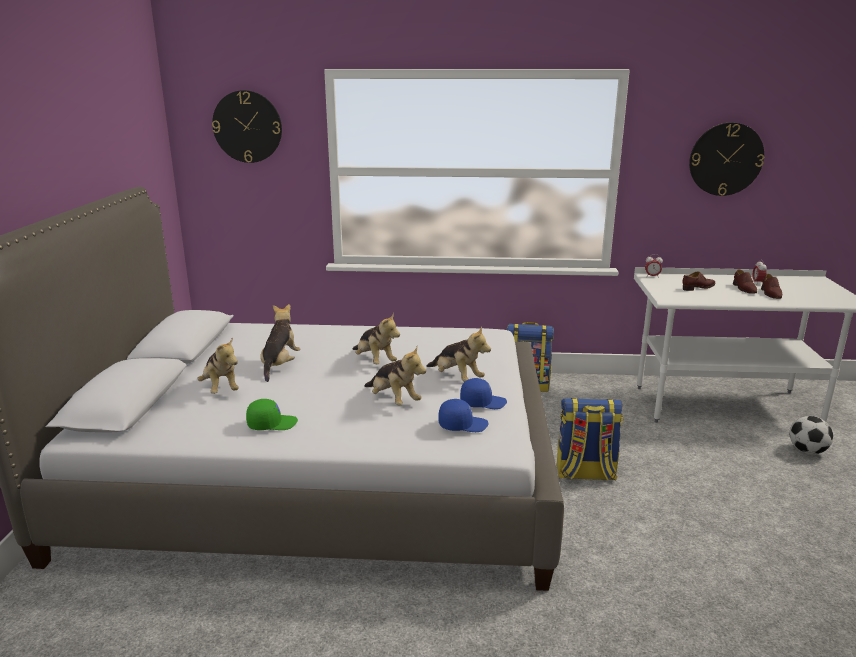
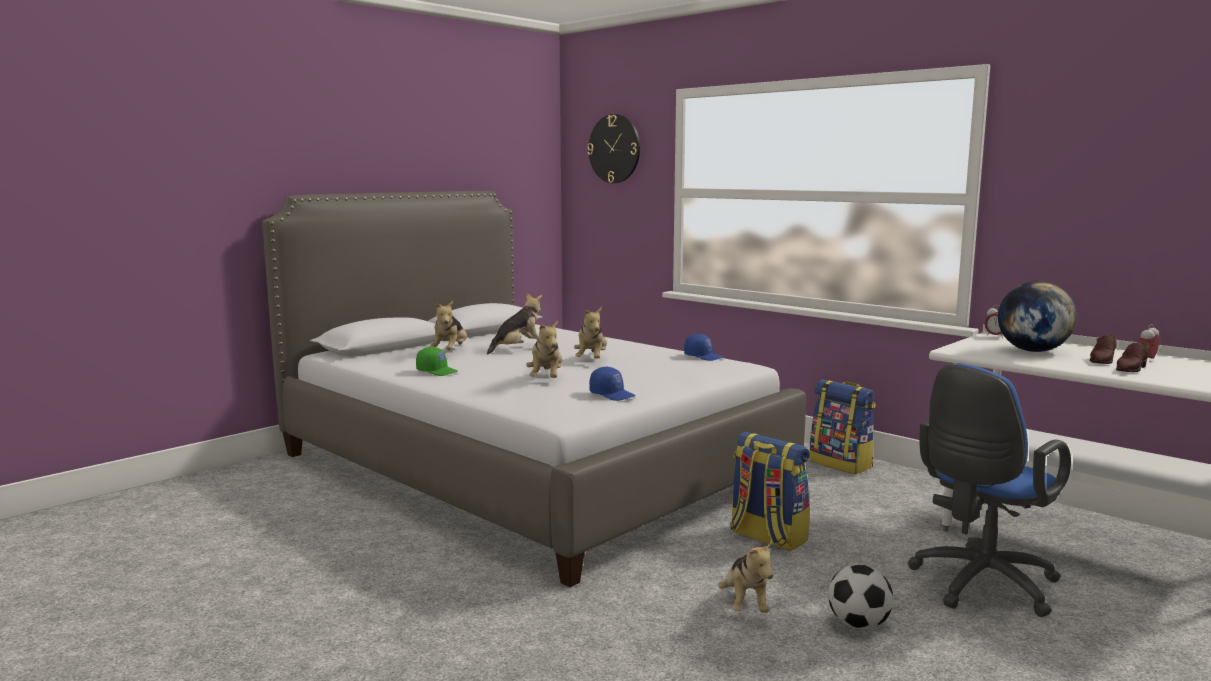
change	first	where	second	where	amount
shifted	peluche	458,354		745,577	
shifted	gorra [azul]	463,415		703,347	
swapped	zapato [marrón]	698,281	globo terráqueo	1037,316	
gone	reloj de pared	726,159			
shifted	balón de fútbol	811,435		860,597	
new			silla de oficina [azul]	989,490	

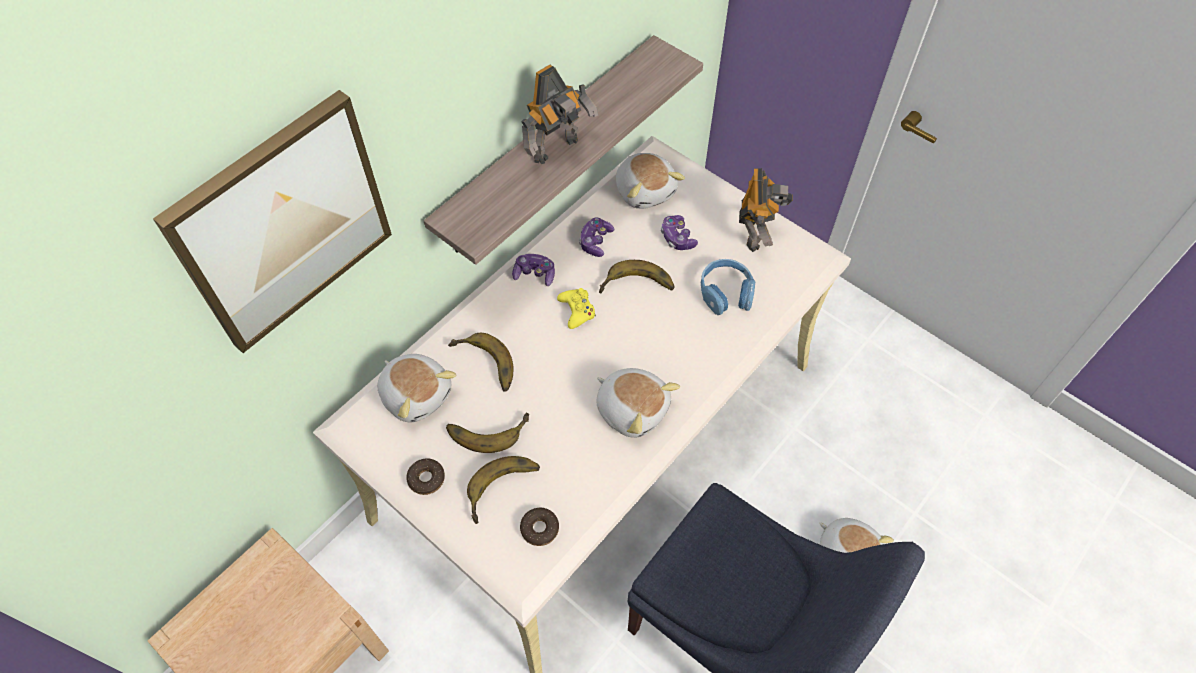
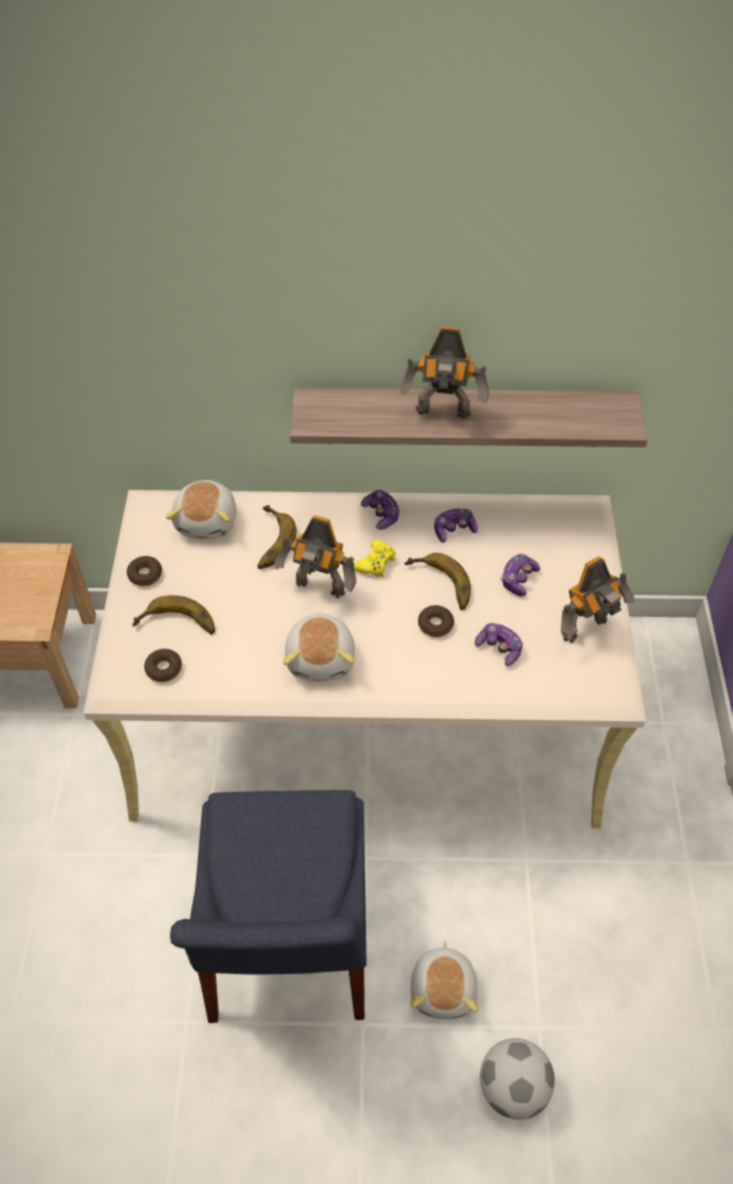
change	first	where	second	where	amount
gone	cuadro	272,221			
gone	plátano	487,433			
gone	peluche	650,181			
swapped	auriculares [azul]	728,287	mando de consola	499,644	
new			robot de juguete	316,556	
new			rosquilla	436,621	
new			balón de fútbol	517,1079	

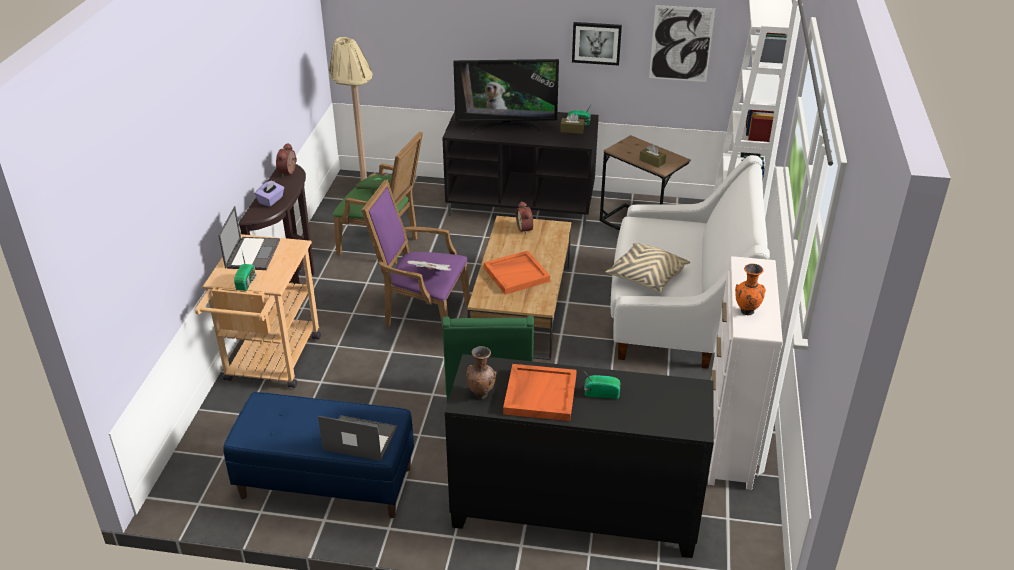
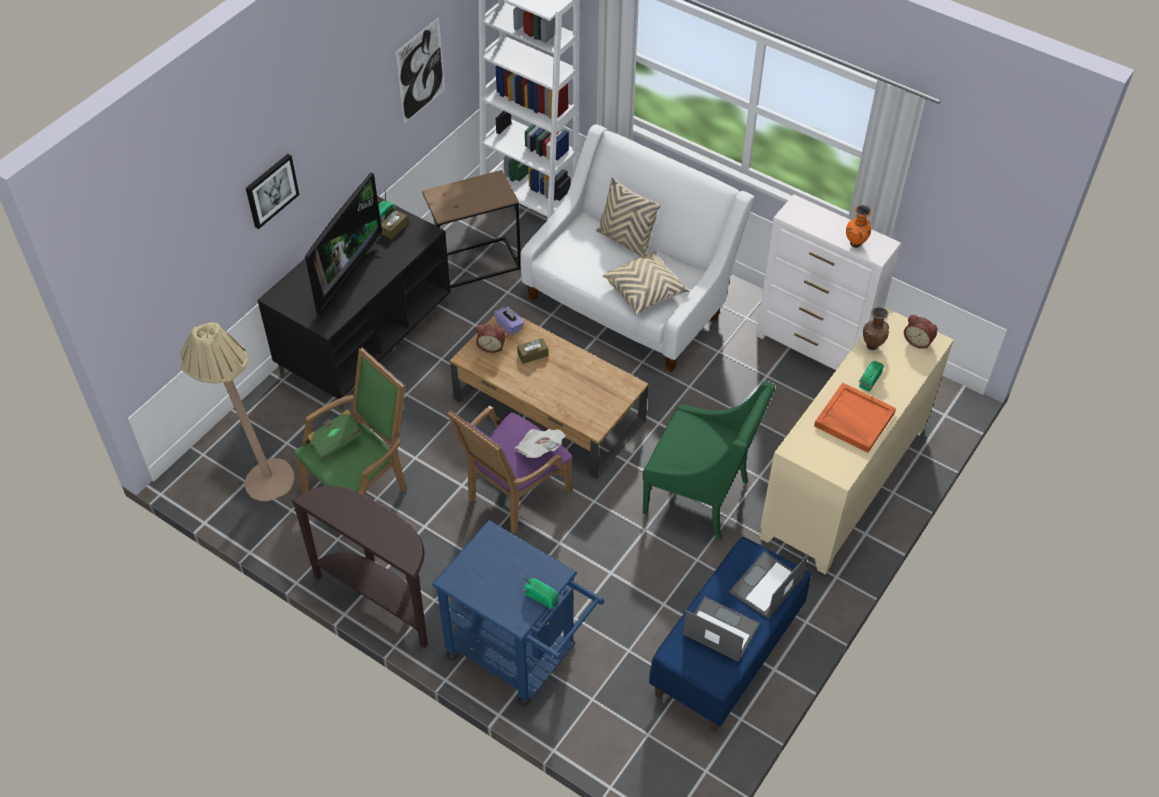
change	first	where	second	where	amount
repainted	carrito [beis]	258,311	carrito [azul]	518,613	
shifted	portátil	249,238		721,629	
shifted	caja de pañuelos [morado]	269,194		509,321	
shifted	despertador	286,160		920,332	
repainted	armario [negro]	579,456	armario [beis]	857,441	
shifted	florero [marrón]	481,372		876,328	
gone	bandeja [naranja]	517,273			
shifted	cuadro	597,44		272,191	
shifted	caja de pañuelos [marrón]	652,156		532,351	
new			cojín [beis]	628,217	

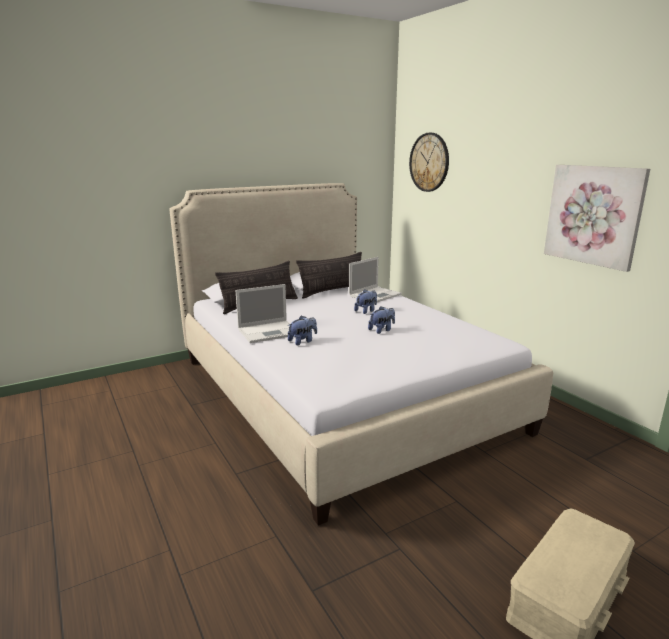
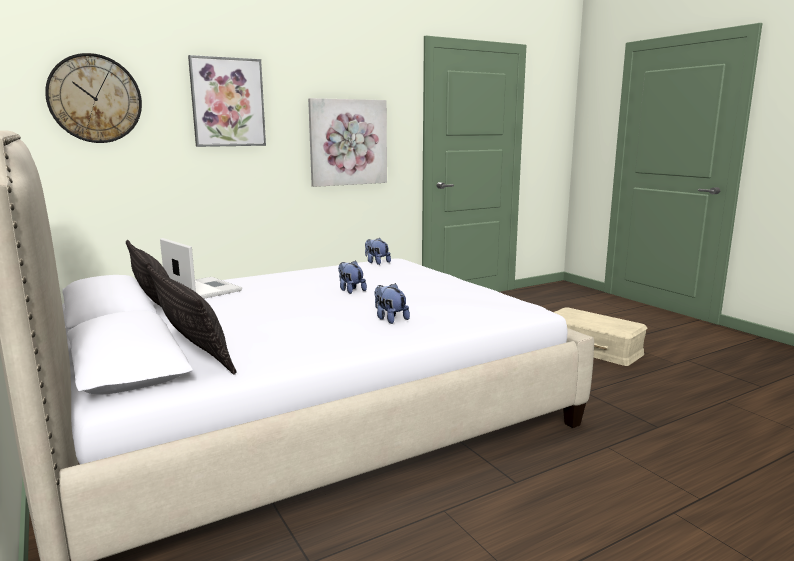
change	first	where	second	where	amount
gone	portátil	263,313			
shifted	peluche	365,301		378,251	
new			cuadro	227,101	

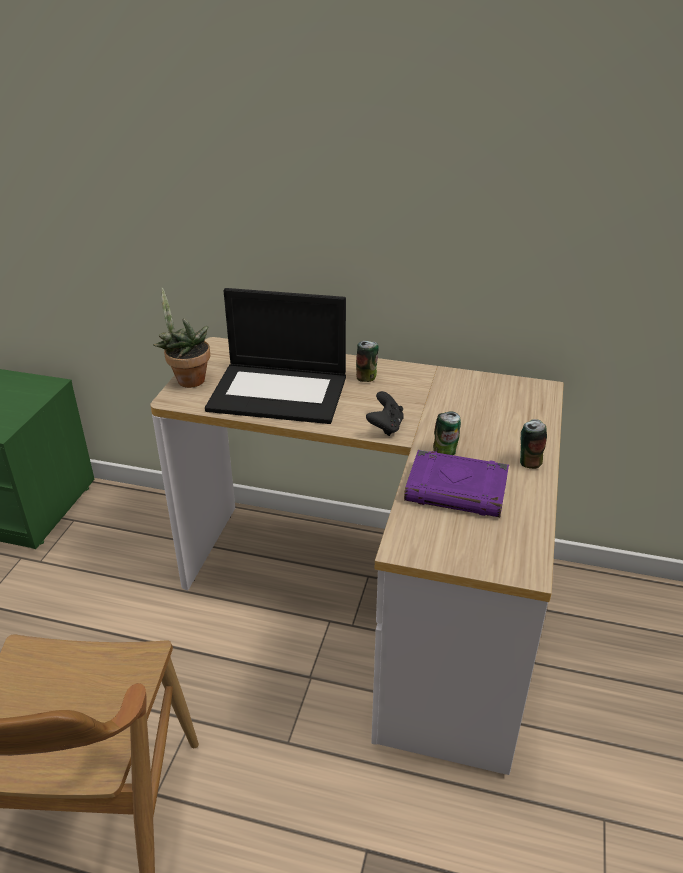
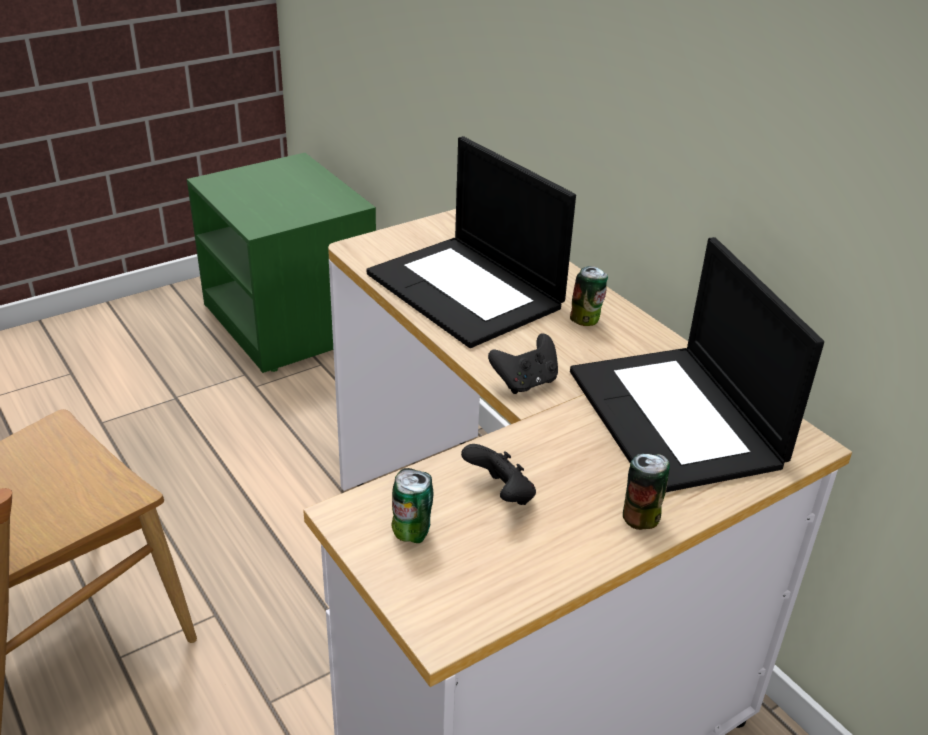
change	first	where	second	where	amount
gone	planta en maceta	181,338			
swapped	libro [morado]	456,483	mando de consola [negro]	498,474	
shifted	lata	447,433		412,505	
new			portátil	697,364	

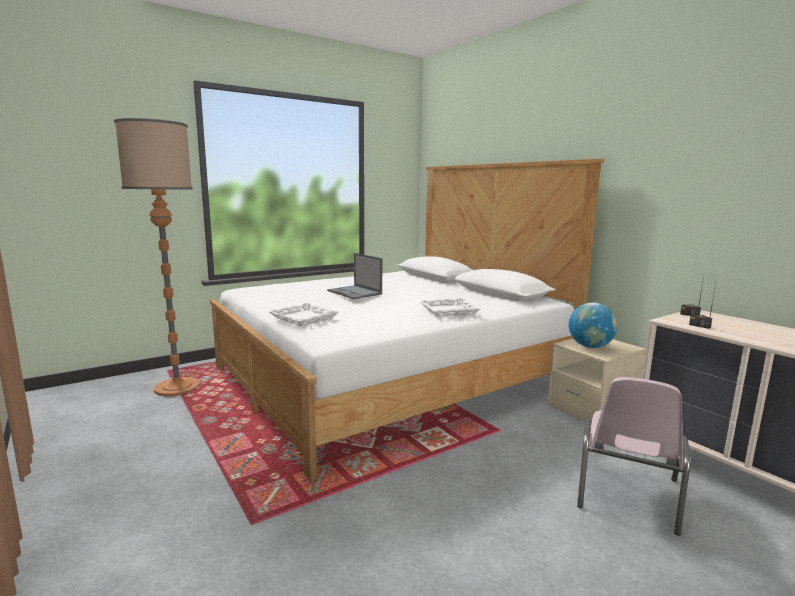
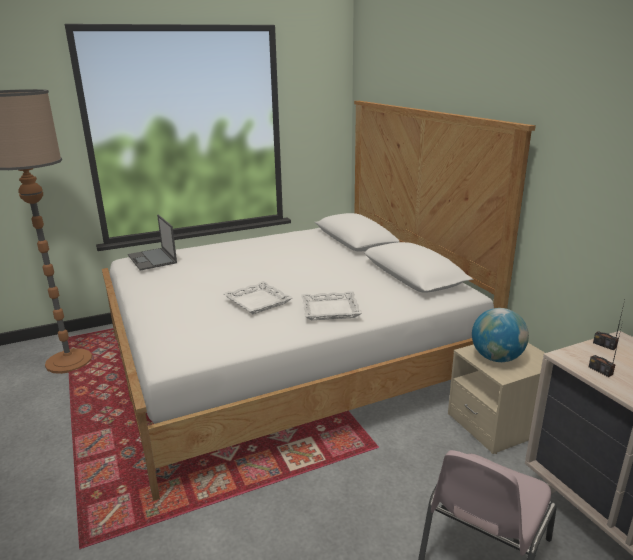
change	first	where	second	where	amount
shifted	bandeja [blanco]	303,314		258,297	
shifted	portátil	354,276		152,242	

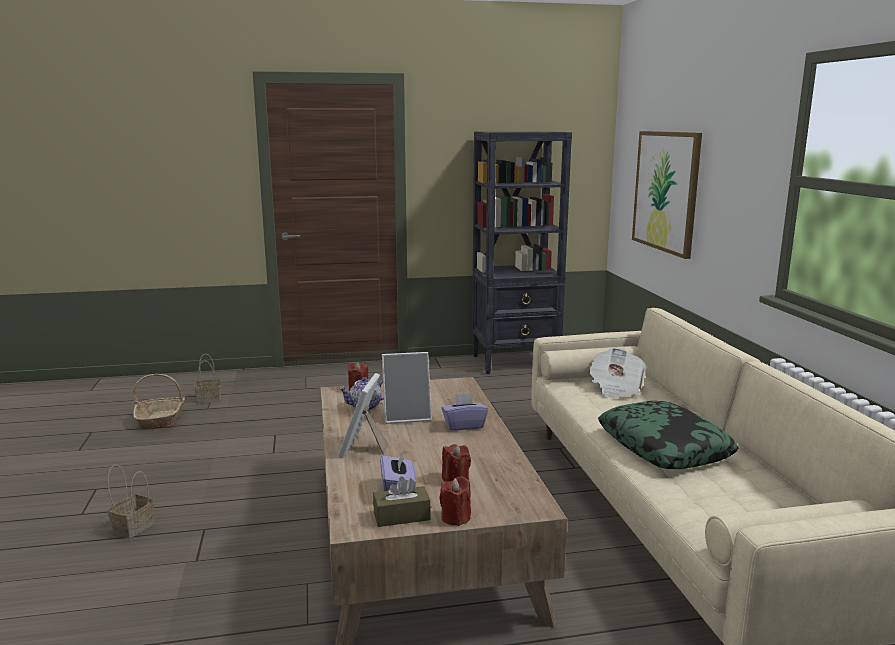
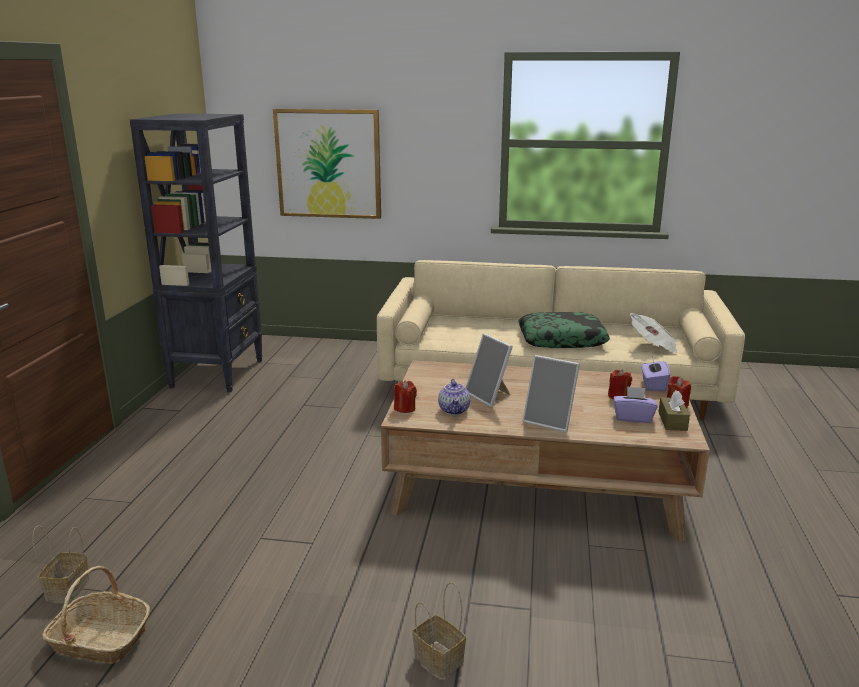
change	first	where	second	where	amount
rotated	portarretratos	407,388		489,370	135 degrees clockwise
shifted	caja de pañuelos [morado]	464,412		655,373	
shifted	periódico	618,373		653,333	

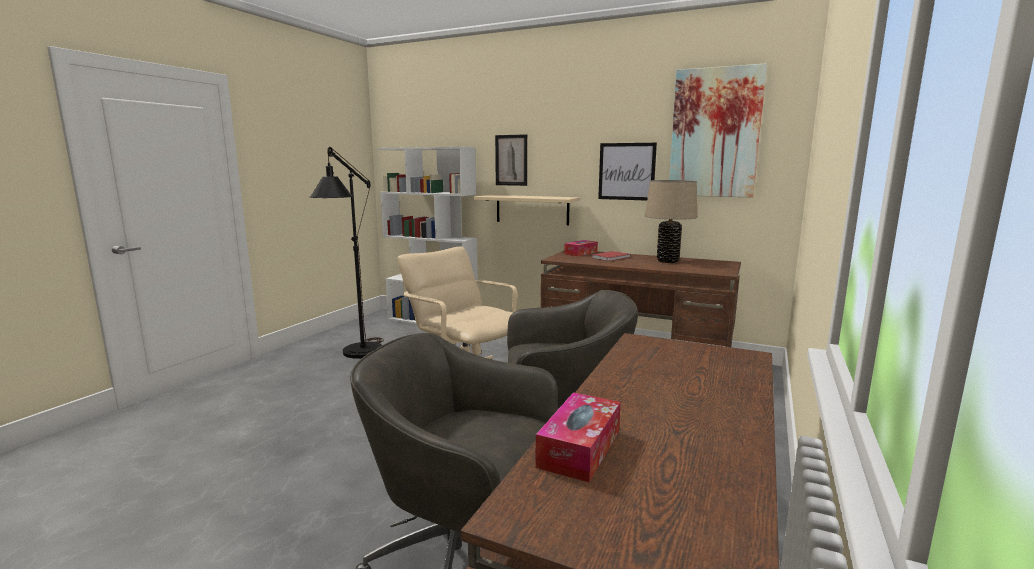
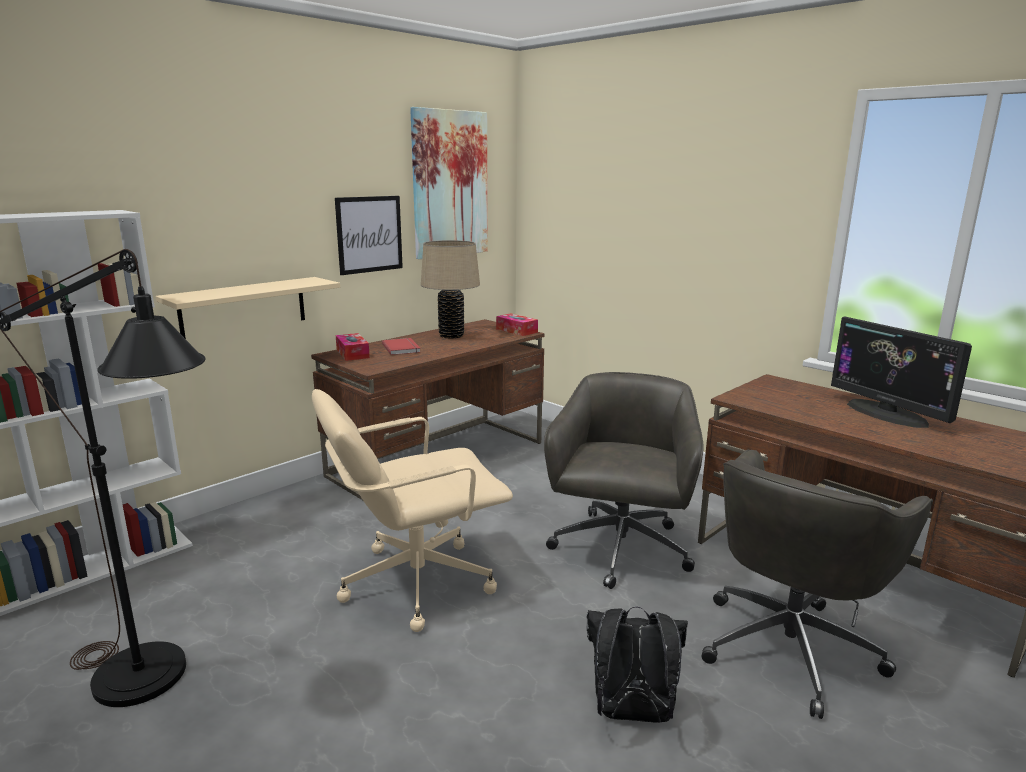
change	first	where	second	where	amount
gone	cuadro	511,160			
shifted	caja de pañuelos	578,437		517,324	
new			mochila [negro]	637,664	
new			monitor	901,372	

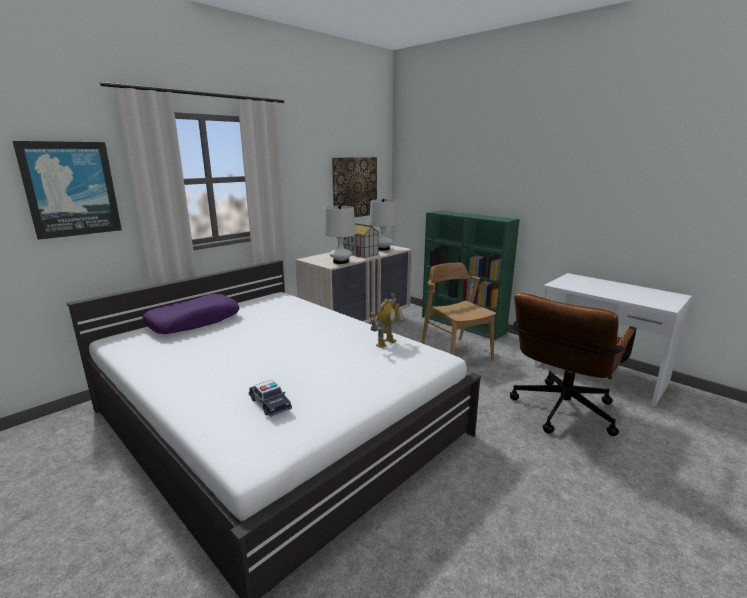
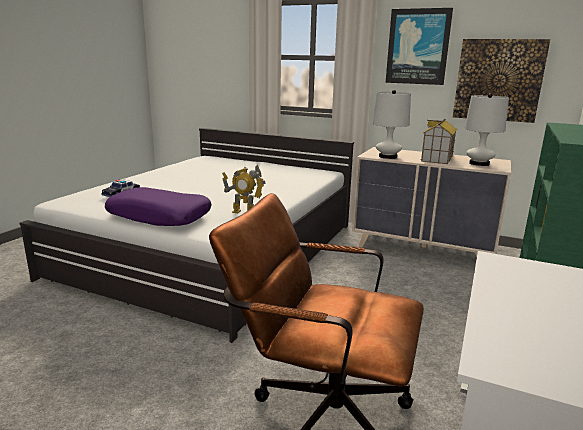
change	first	where	second	where	amount
shifted	cuadro	67,190		419,46	
shifted	cojín [morado]	191,314		158,206	
gone	silla [marrón]	458,311			

